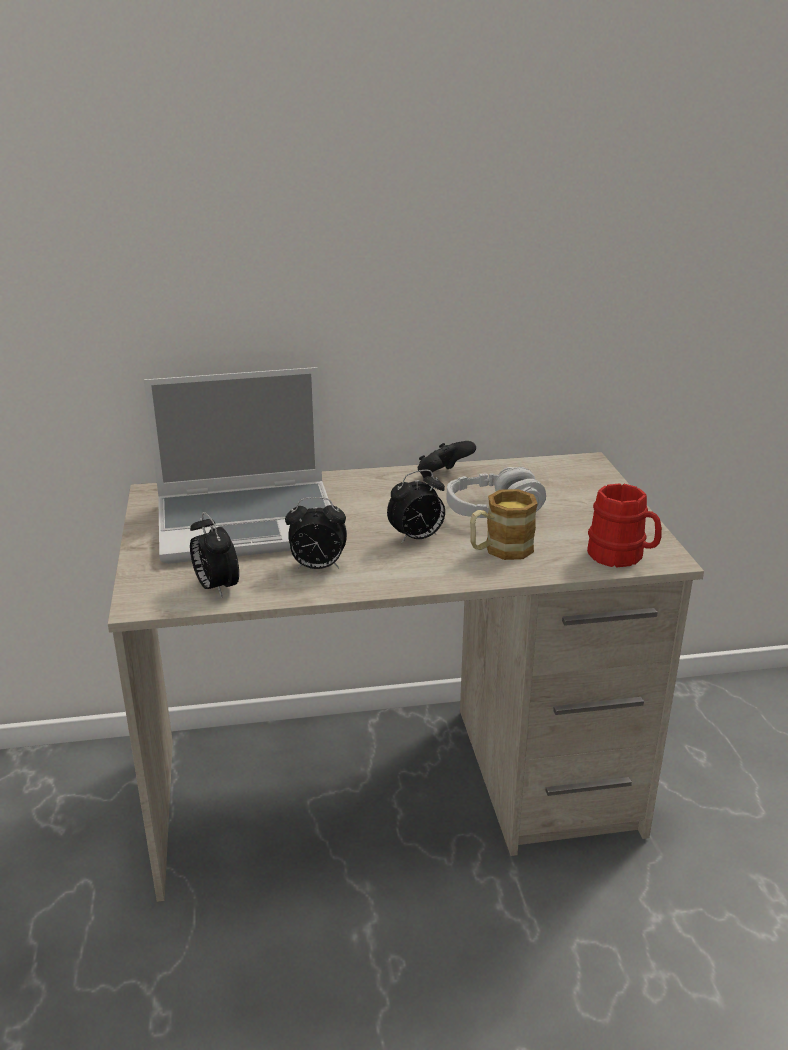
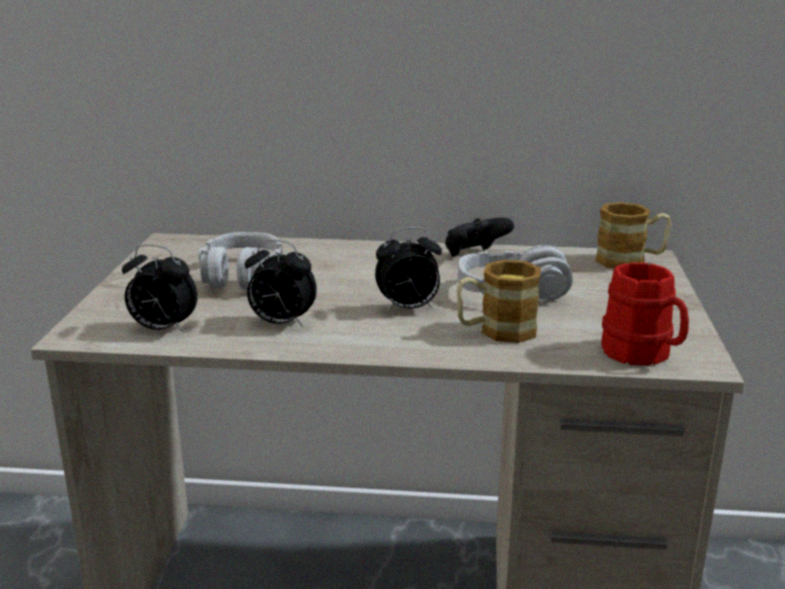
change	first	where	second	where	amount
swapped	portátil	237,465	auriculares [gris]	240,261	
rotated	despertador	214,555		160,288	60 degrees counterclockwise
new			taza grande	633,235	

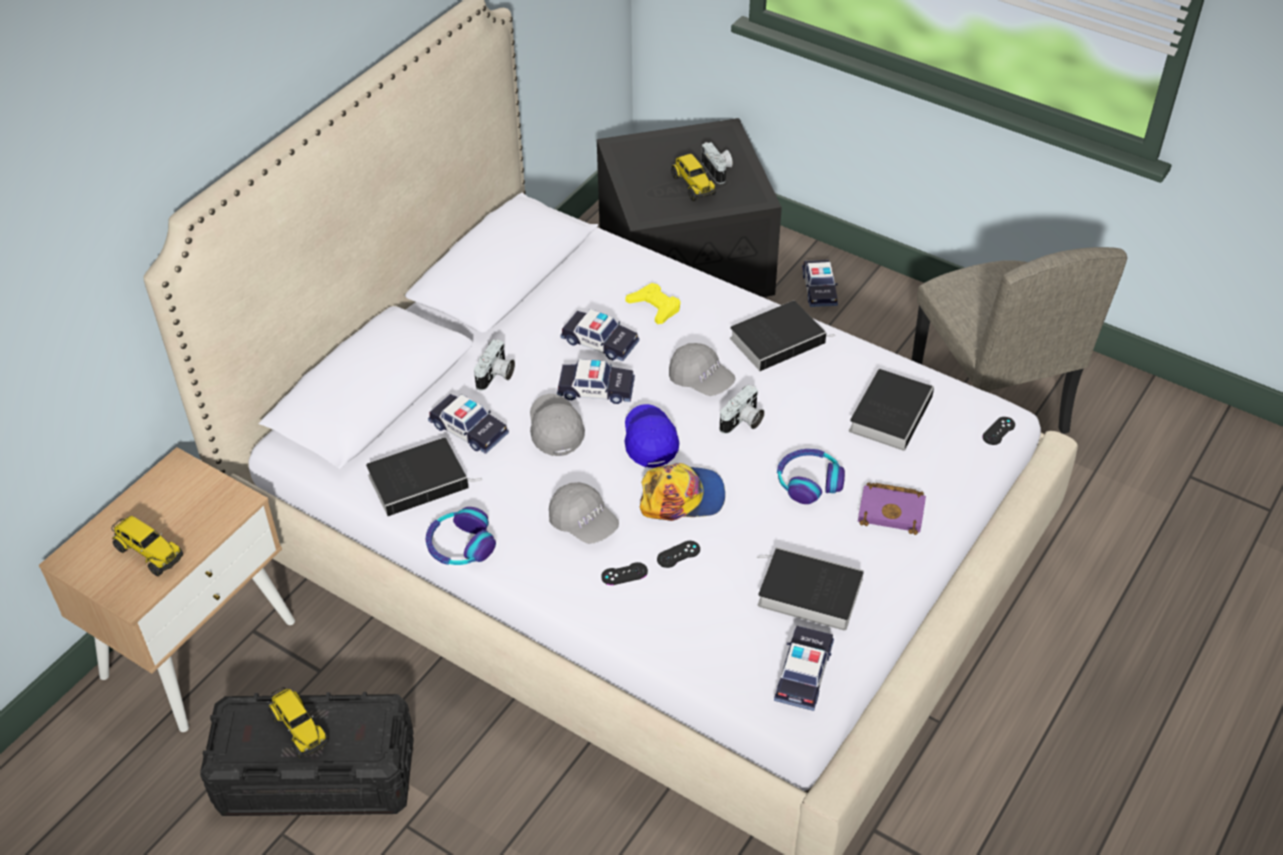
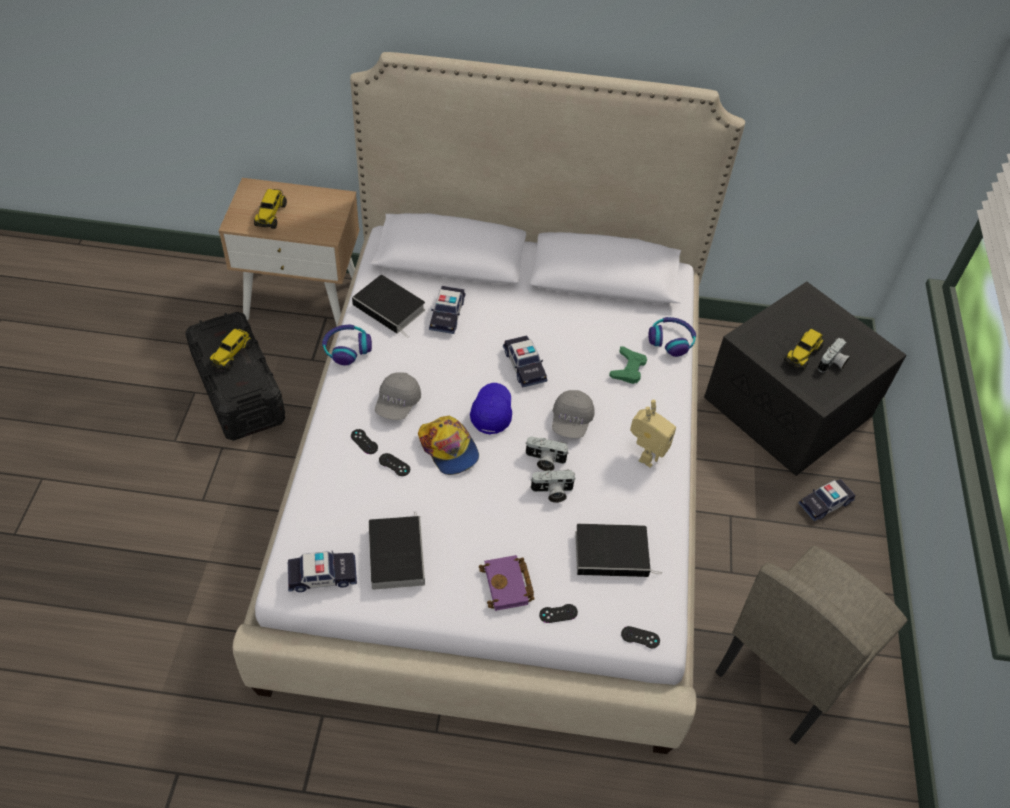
change	first	where	second	where	amount
shifted	cámara	494,365		553,486	
gone	gorra [gris]	557,425			
gone	coche de juguete	599,335			
repainted	mando de consola [amarillo]	653,303	mando de consola [verde]	628,365	
rotated	gorra [azul]	652,436		491,409	45 degrees counterclockwise
swapped	libro	782,336	robot de juguete	653,434	
shifted	auriculares	811,476		672,337	
new			mando de consola [negro]	558,613	

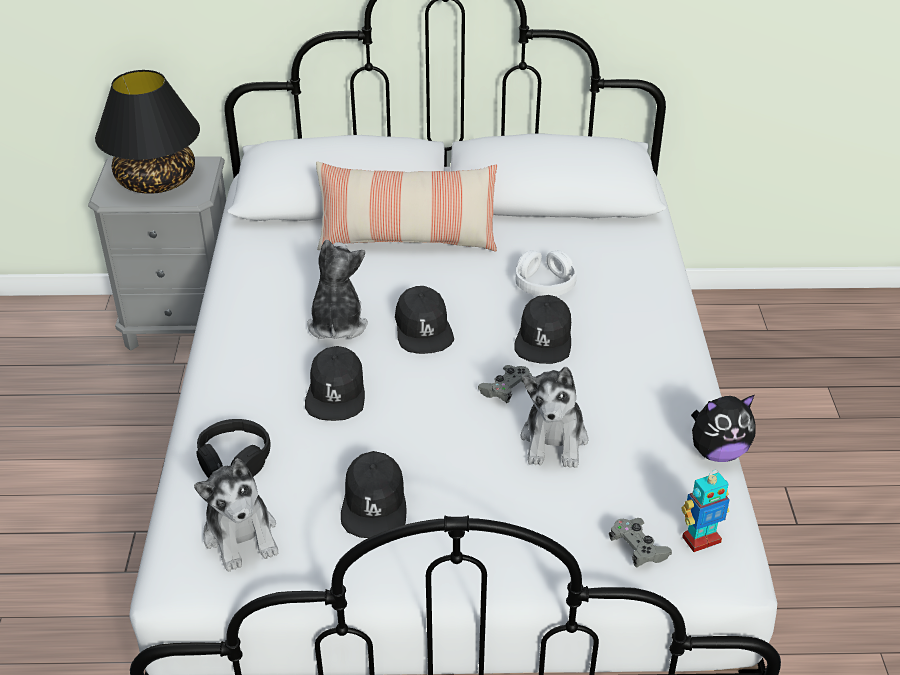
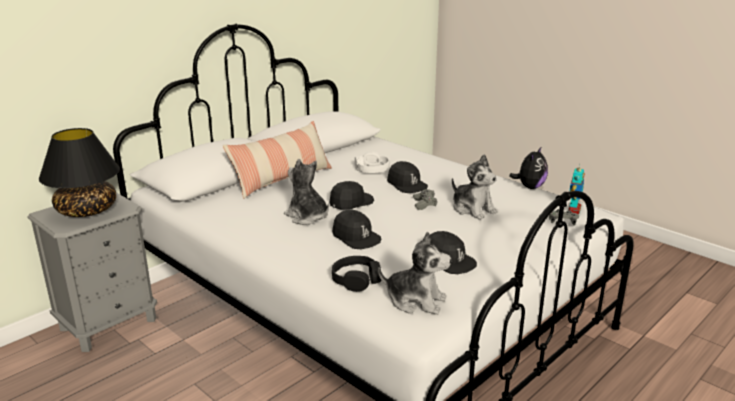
change	first	where	second	where	amount
rotated	gorra [negro]	424,320		352,195	75 degrees counterclockwise

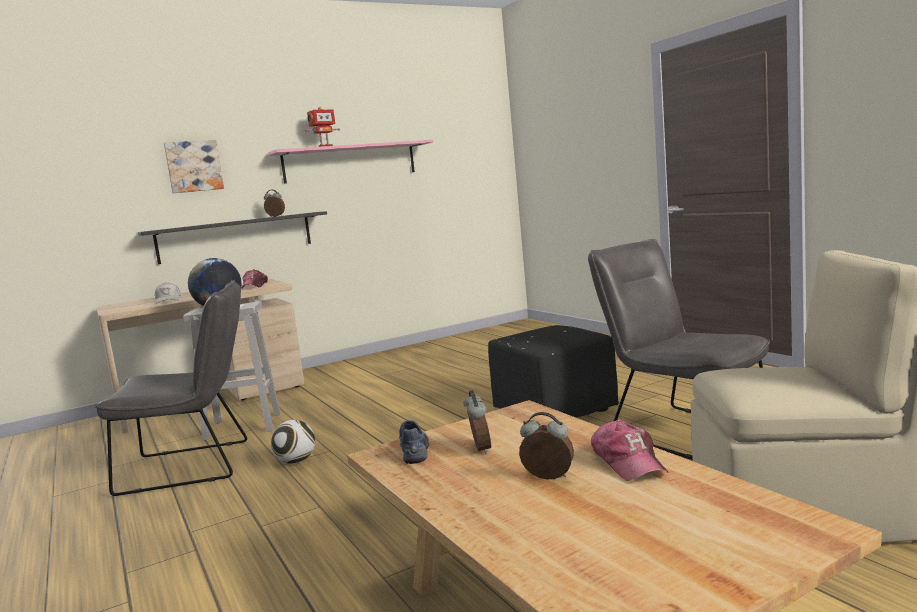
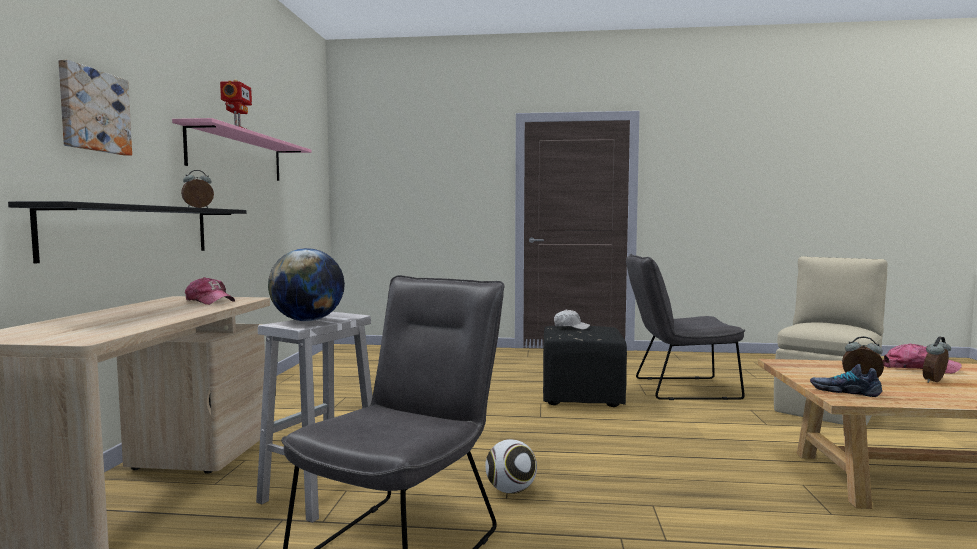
change	first	where	second	where	amount
shifted	gorra [blanco]	168,293		572,319	

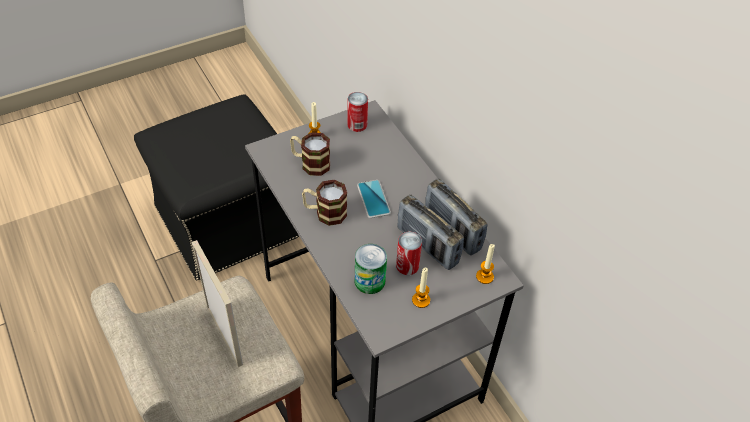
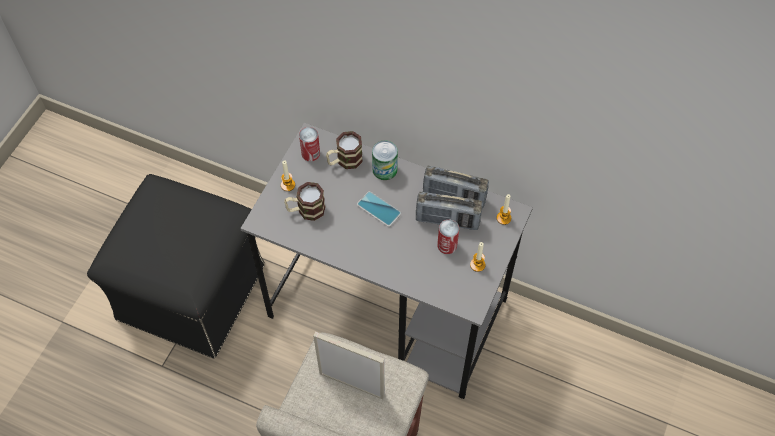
change	first	where	second	where	amount
shifted	taza grande	324,202		344,150	
shifted	lata	371,269		385,160	

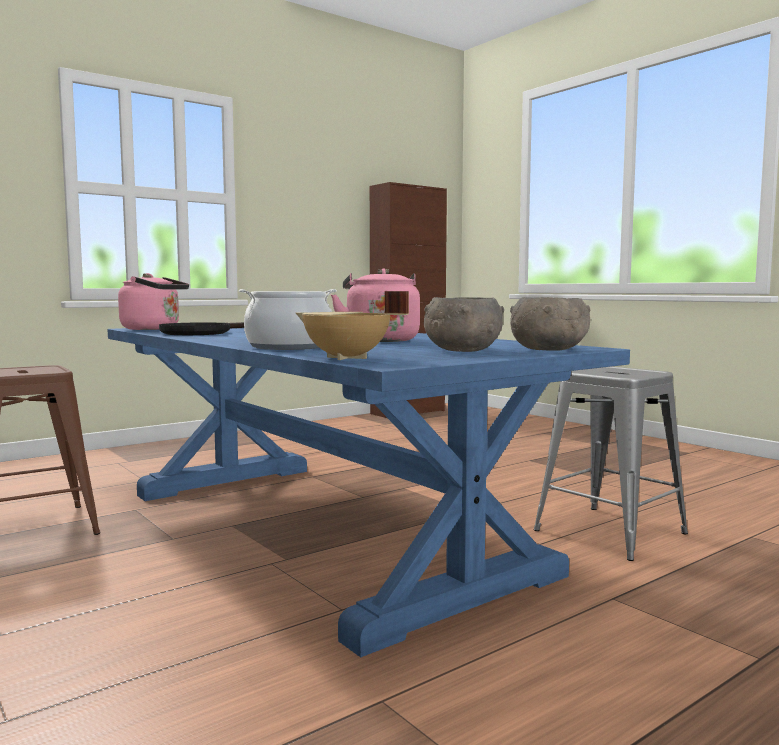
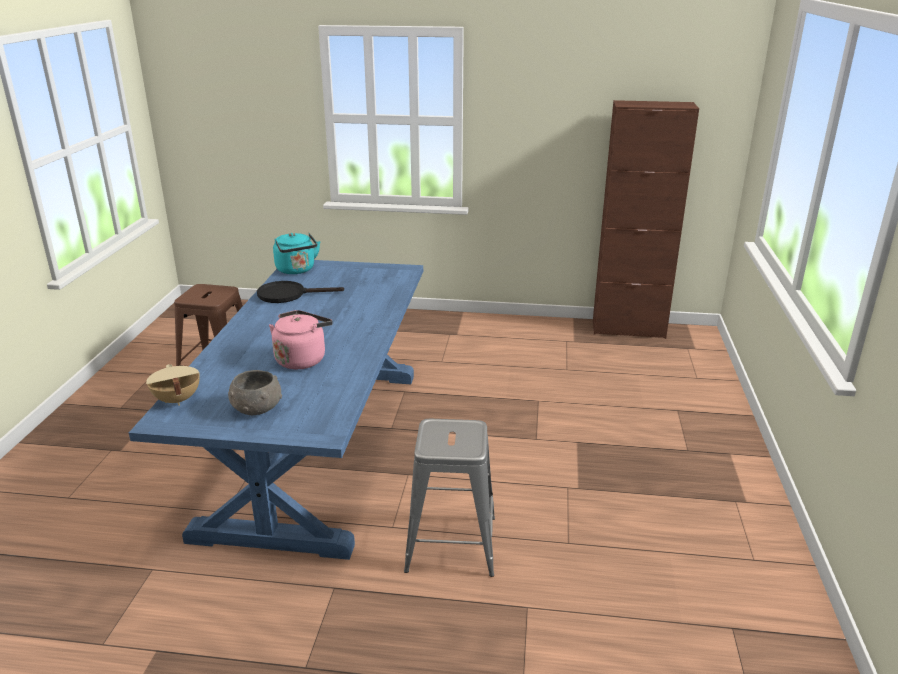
change	first	where	second	where	amount
repainted	hervidor [rosa]	153,301	hervidor [turquesa]	296,253	
gone	olla	288,319			
gone	cuenco [gris]	550,324			

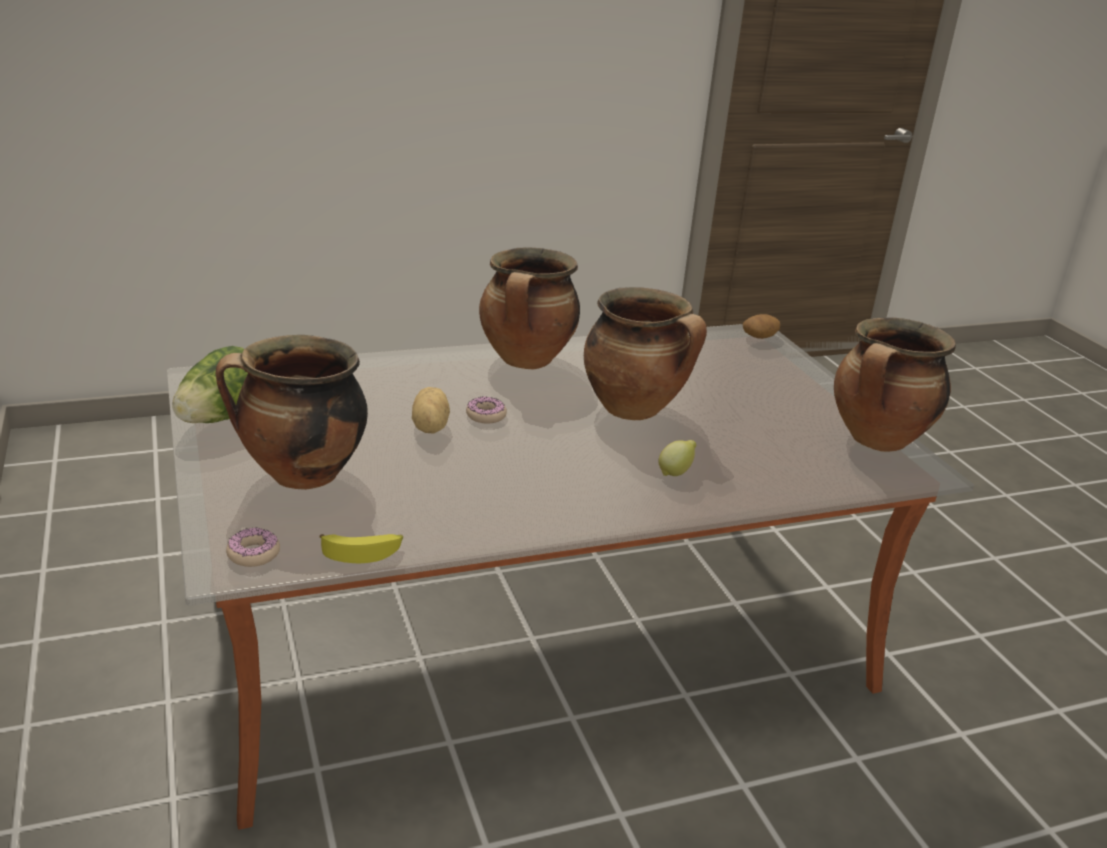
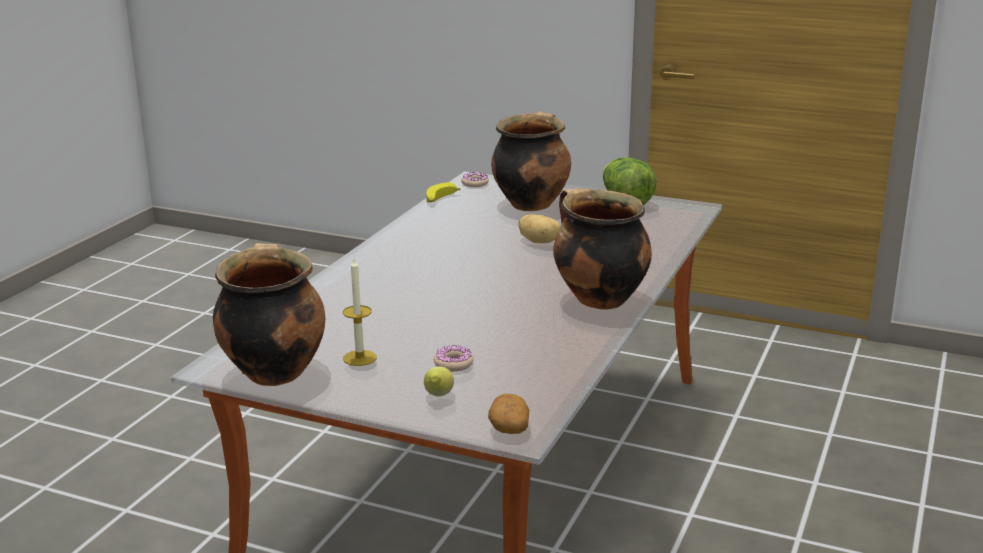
change	first	where	second	where	amount
shifted	rosquilla	486,410		453,358	
gone	olla	645,353			
shifted	limón	677,458		439,382	
new			vela	360,312	

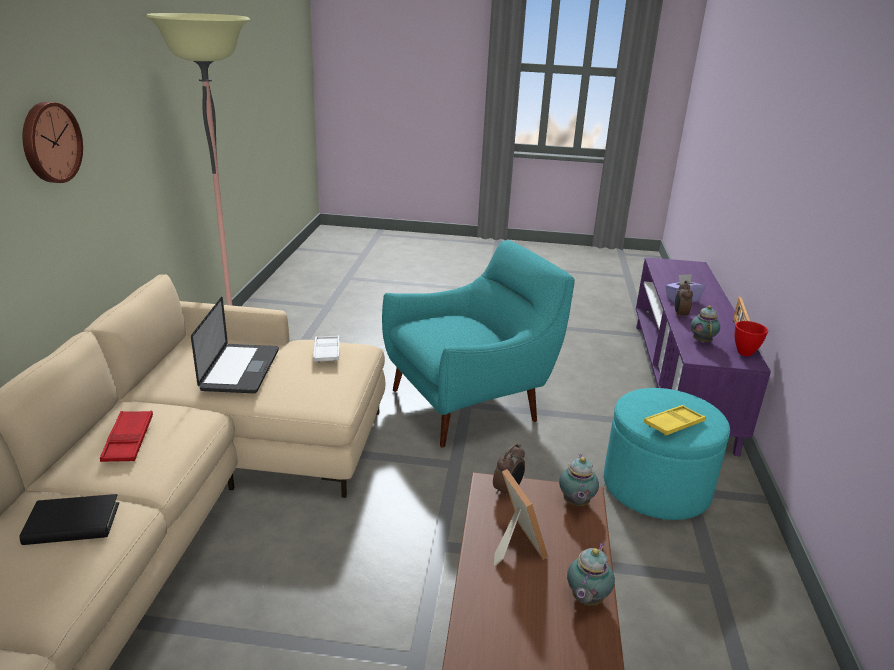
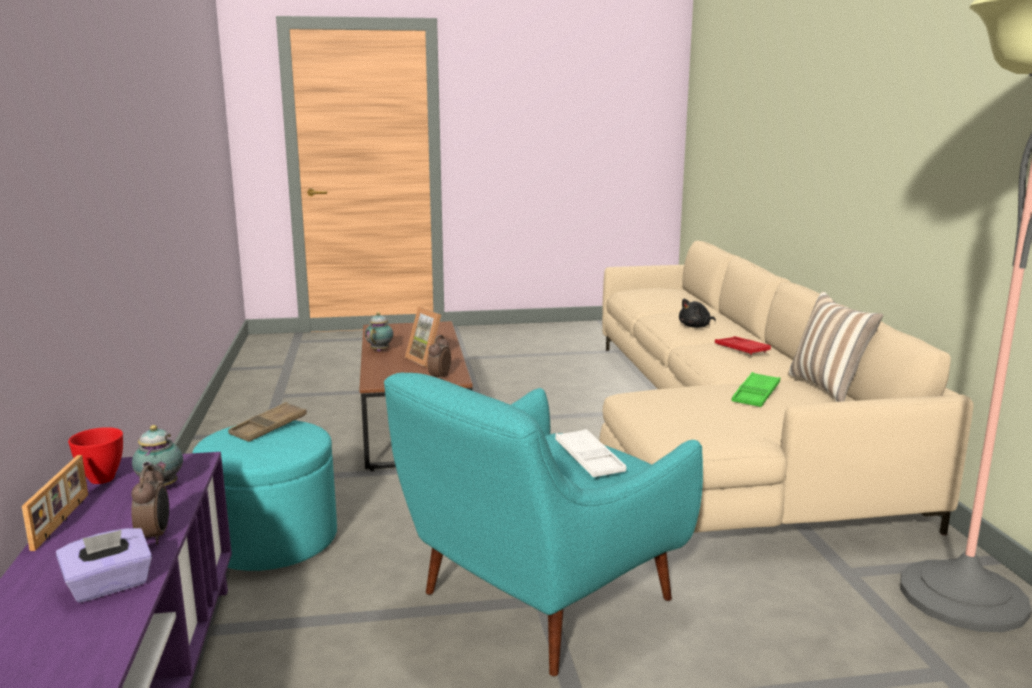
change	first	where	second	where	amount
swapped	libro [negro]	69,519	peluche [negro]	697,313	
gone	reloj de pared	53,142			
swapped	portátil	235,345	bandeja [verde]	755,389	
shifted	bandeja [blanco]	326,349		590,453	
gone	tetera	579,480			
repainted	bandeja [amarillo]	675,420	bandeja [marrón]	267,422	
new			cojín	835,347	

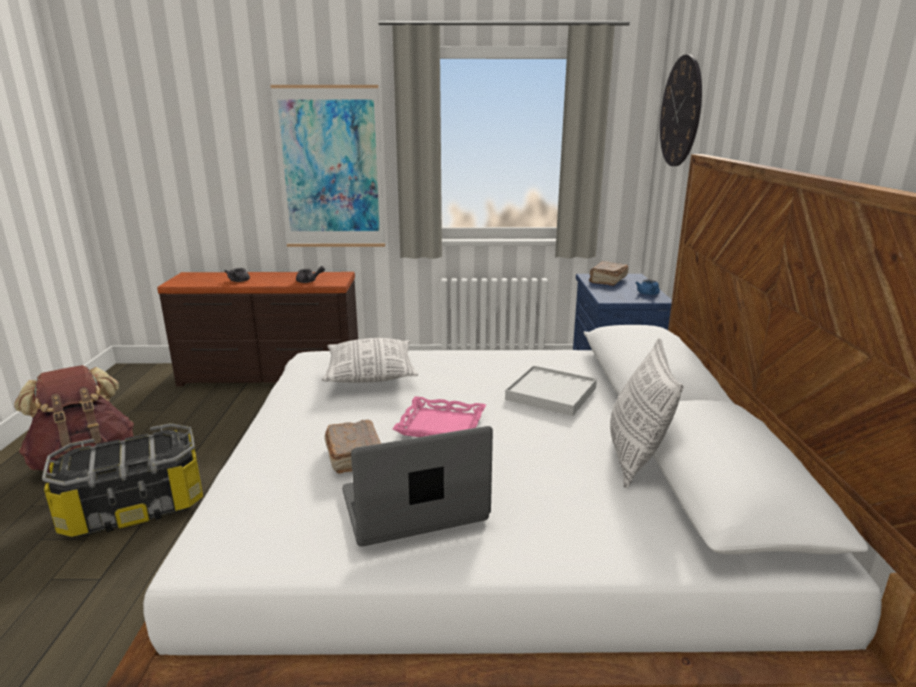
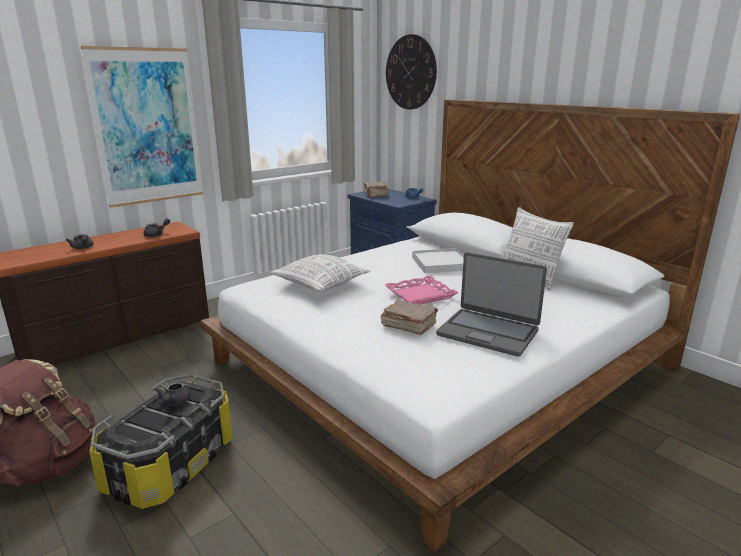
change	first	where	second	where	amount
rotated	portátil	417,486		491,304	90 degrees counterclockwise
new			tetera [gris]	172,393	

